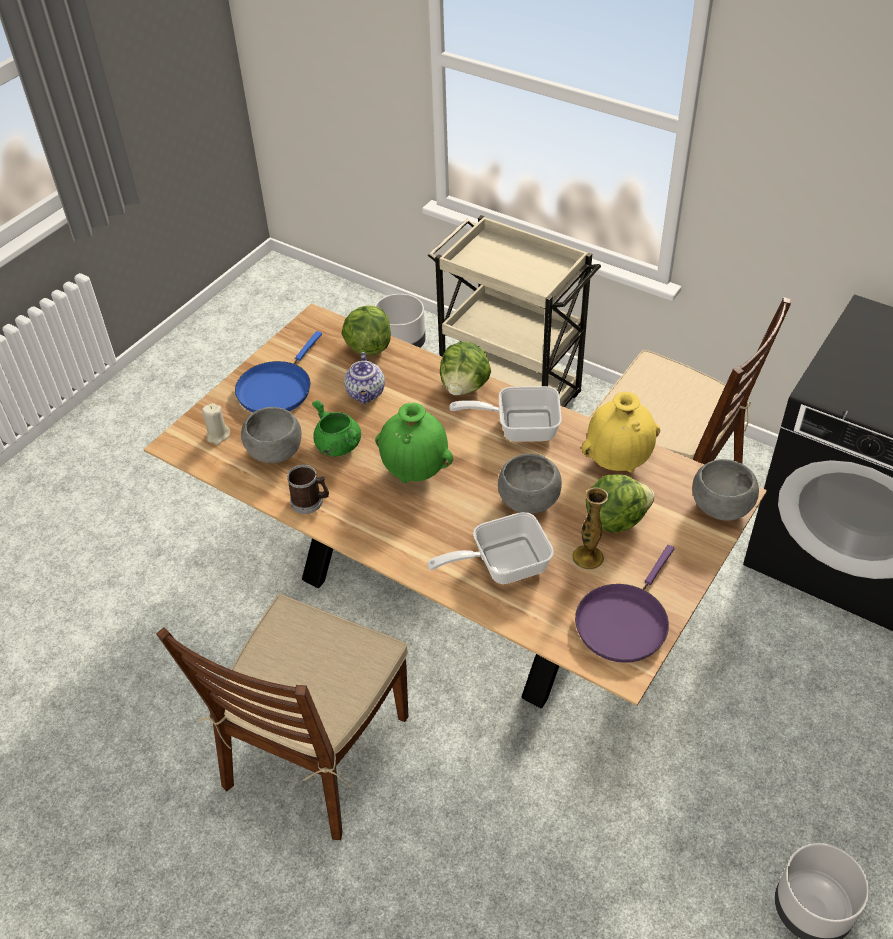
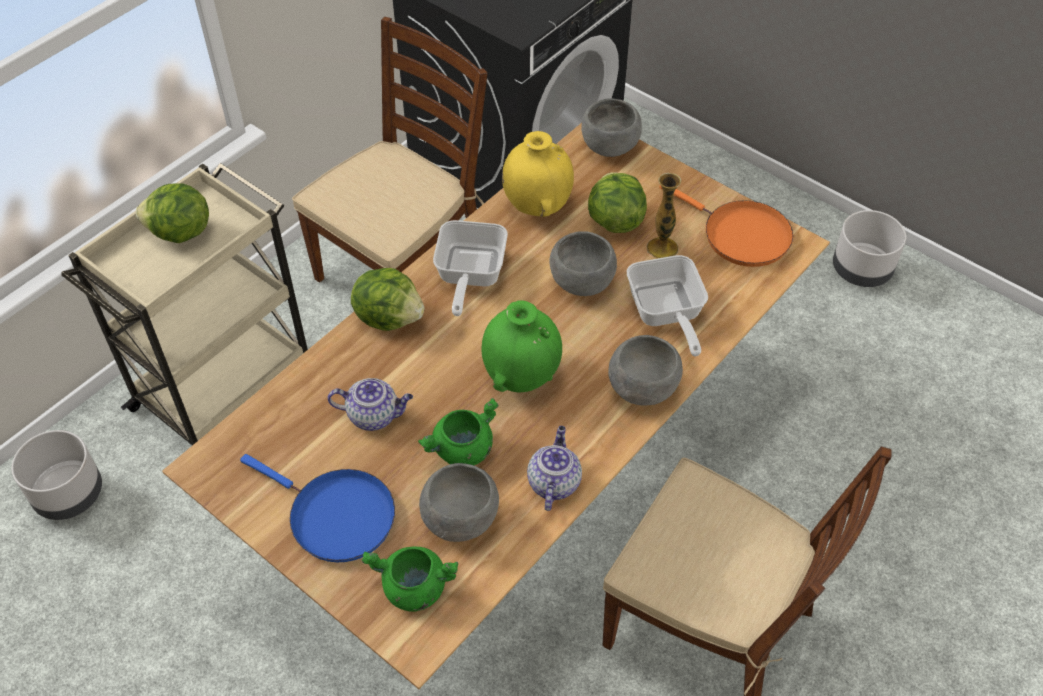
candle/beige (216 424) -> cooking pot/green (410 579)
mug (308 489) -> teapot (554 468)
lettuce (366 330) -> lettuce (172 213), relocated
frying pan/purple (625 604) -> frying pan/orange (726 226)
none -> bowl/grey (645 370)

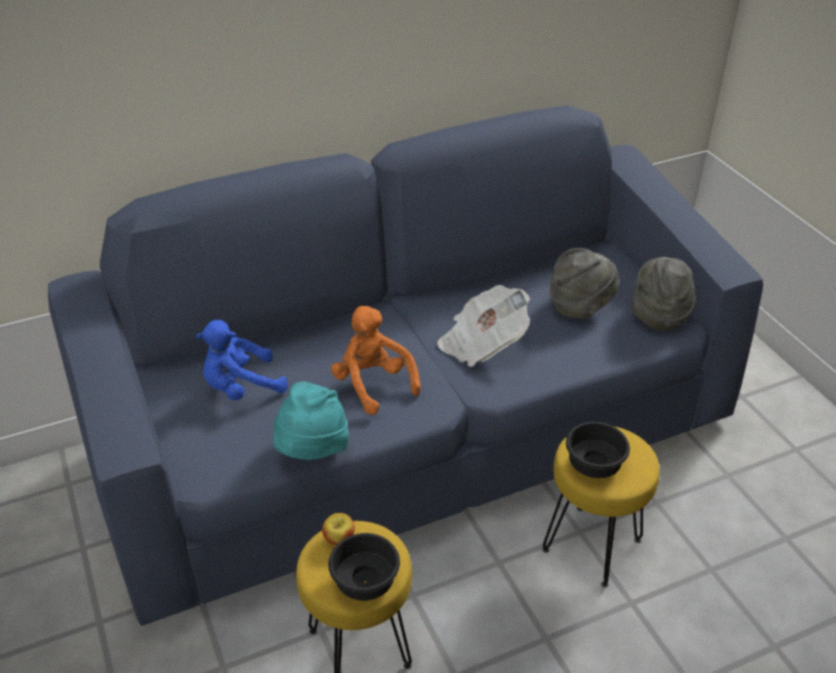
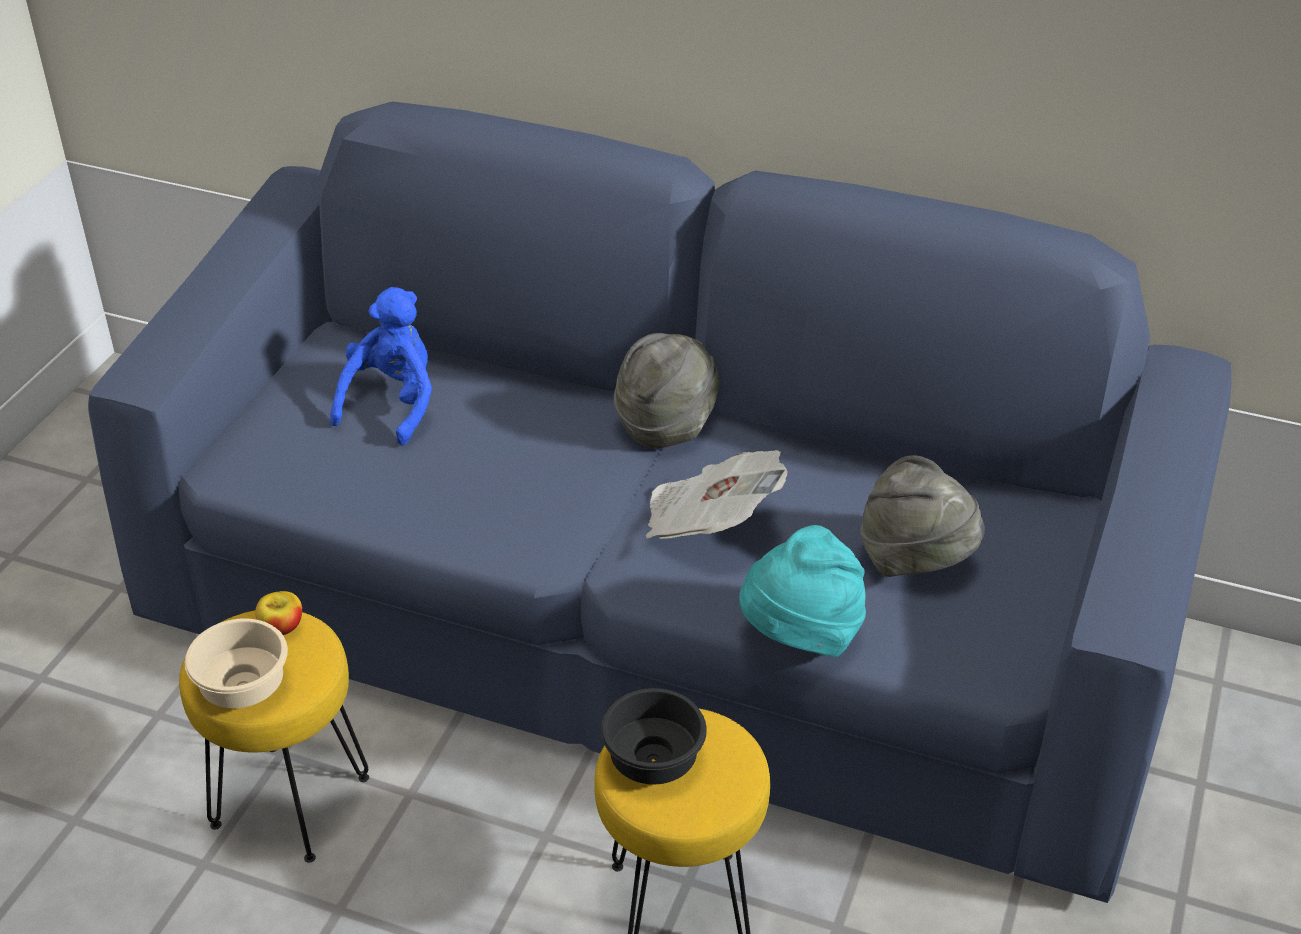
plush toy/blue (242 360) -> plush toy/blue (381 366), 90 degrees clockwise
hat/turquoise (311 421) -> hat/turquoise (802 591), relocated
bowl/black (364 567) -> bowl/beige (236 663)
plush toy/orange (376 360) -> none
hat/grey (664 294) -> hat/grey (666 390), relocated

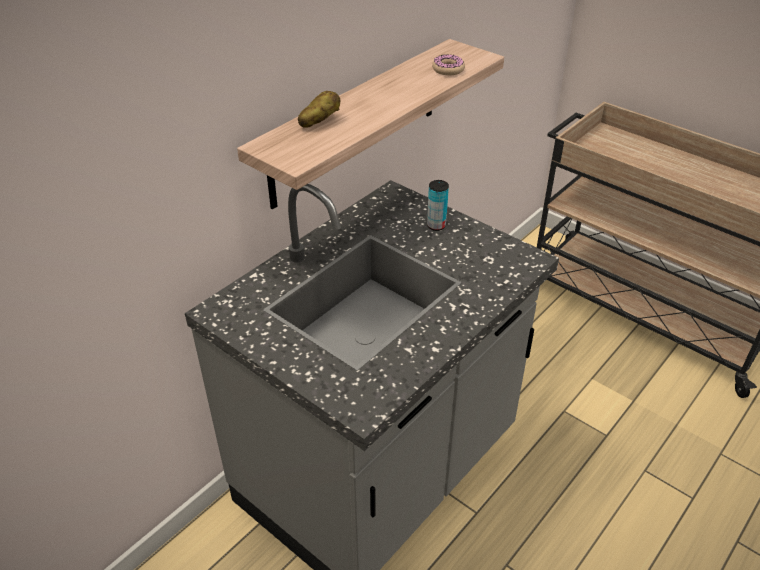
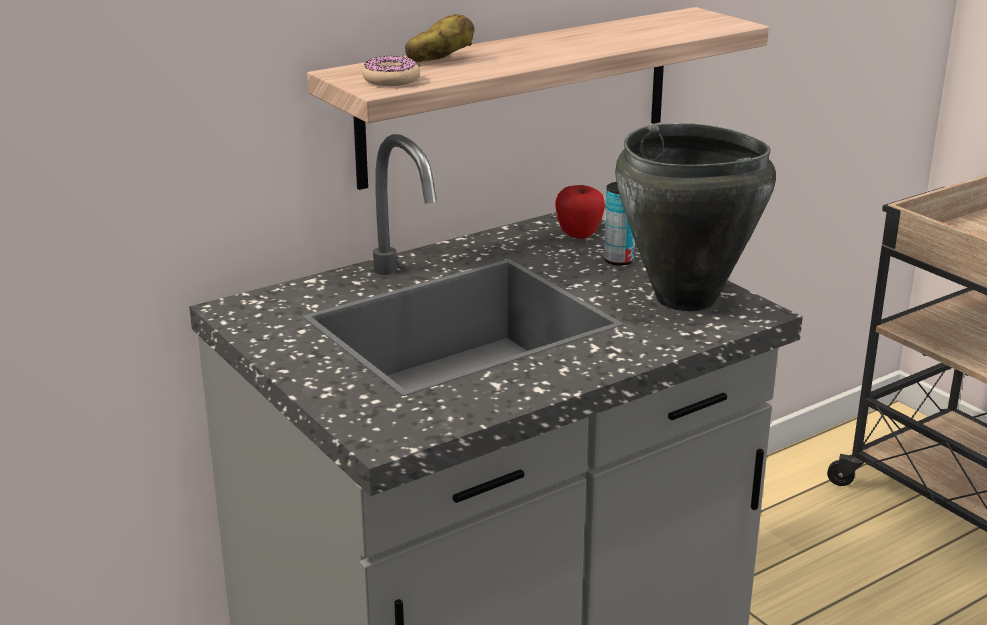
donut (448 65) -> donut (391 70), relocated
none -> apple (580 212)
none -> cooking pot/black (695 217)

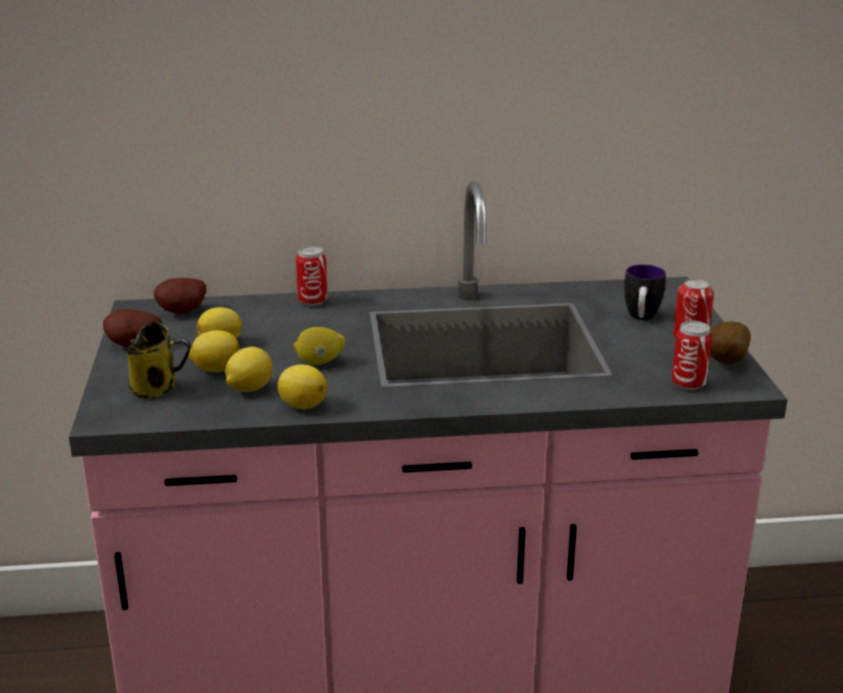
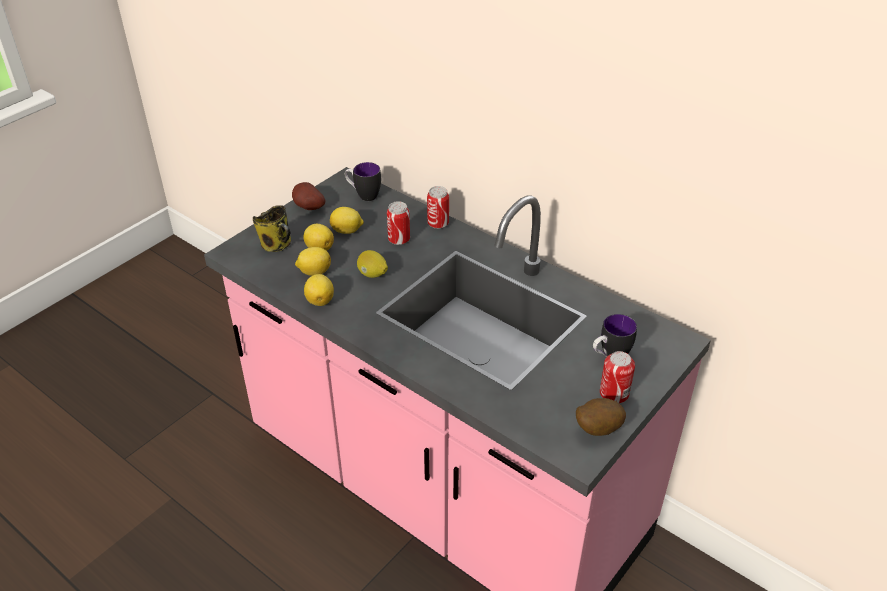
potato (180 296) -> mug (362 181)
can (692 355) -> can (398 223), relocated

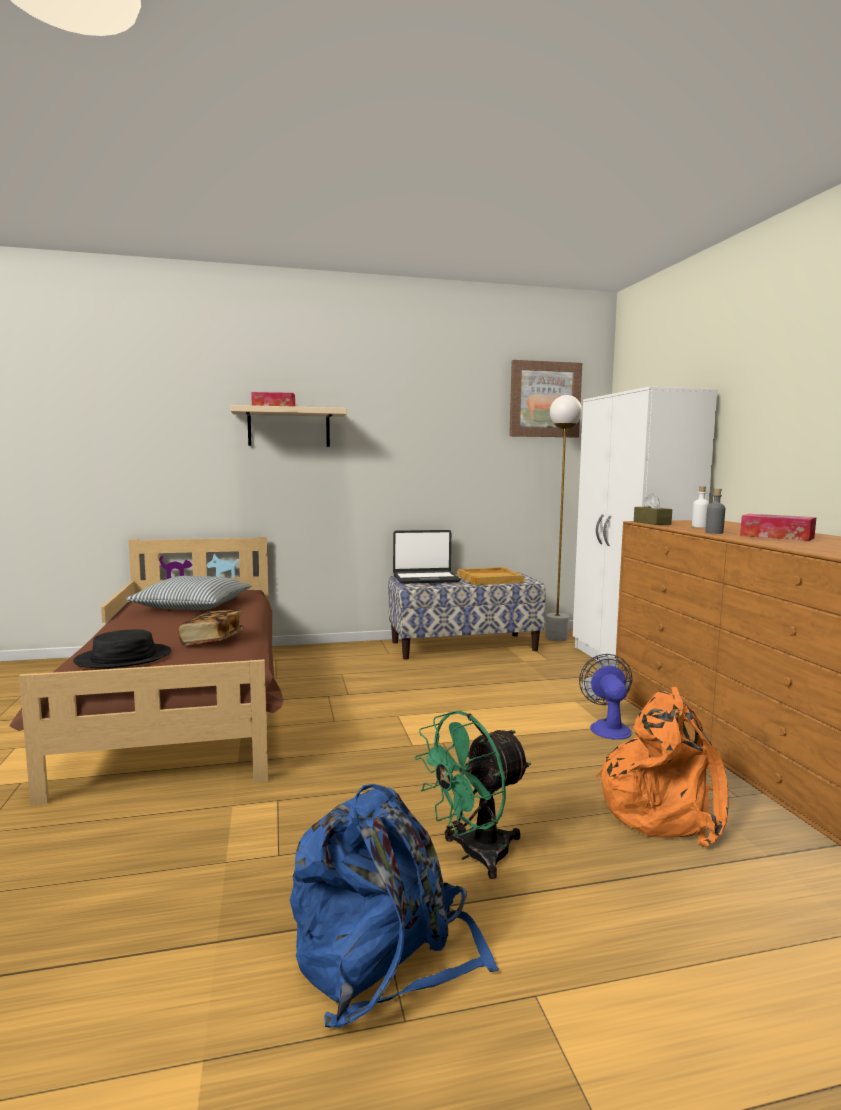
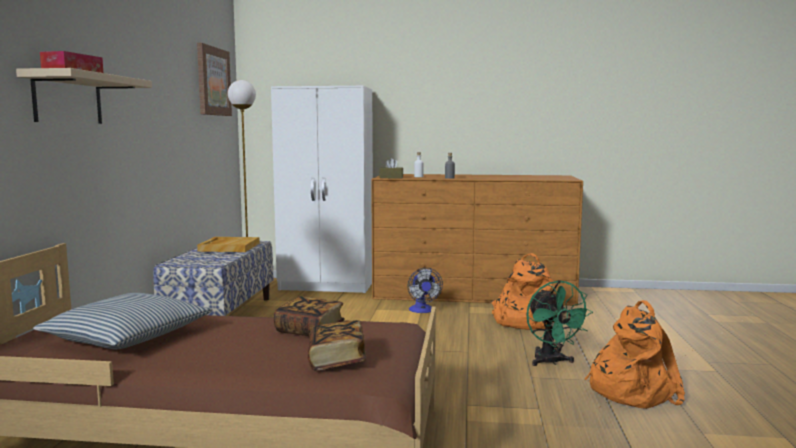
hat/black (122 649) -> book (337 345)
backpack/blue (394 906) -> backpack/orange (635 354)
laptop (427 557) -> none
fan (605 697) -> fan (425 290), 120 degrees counterclockwise
tissue box (778 527) -> none

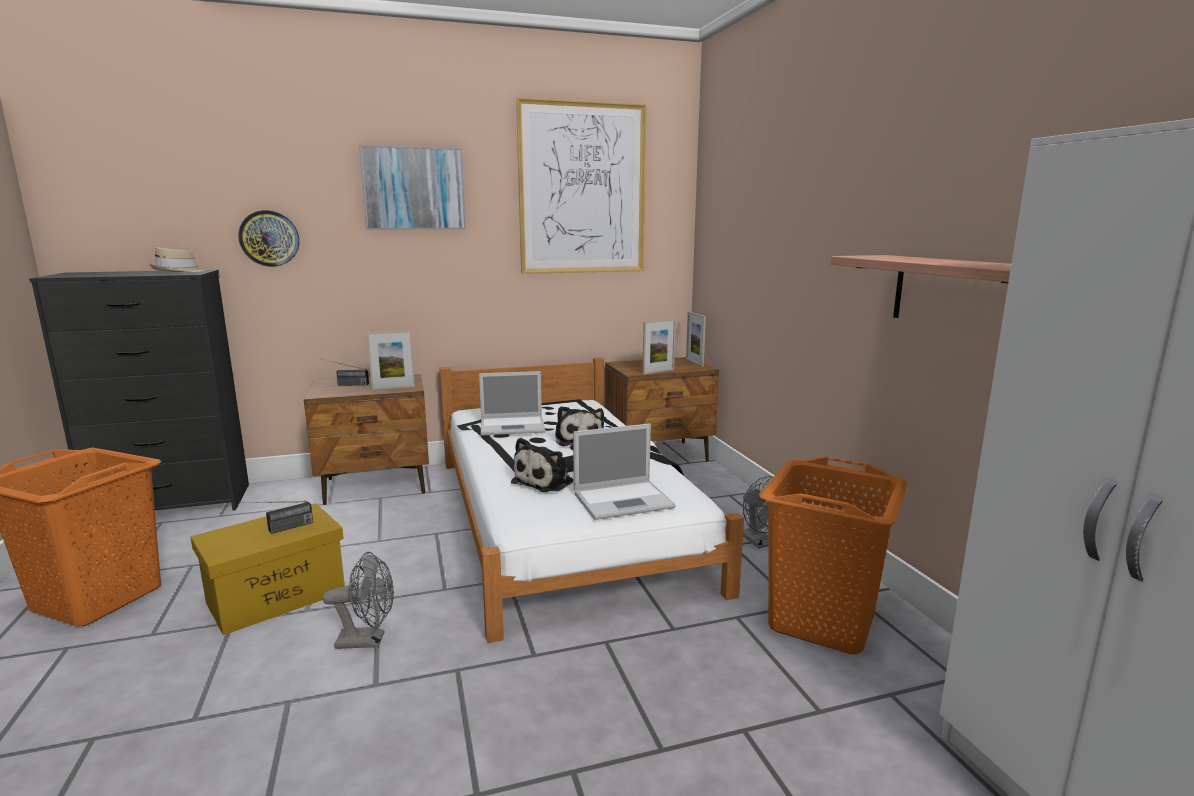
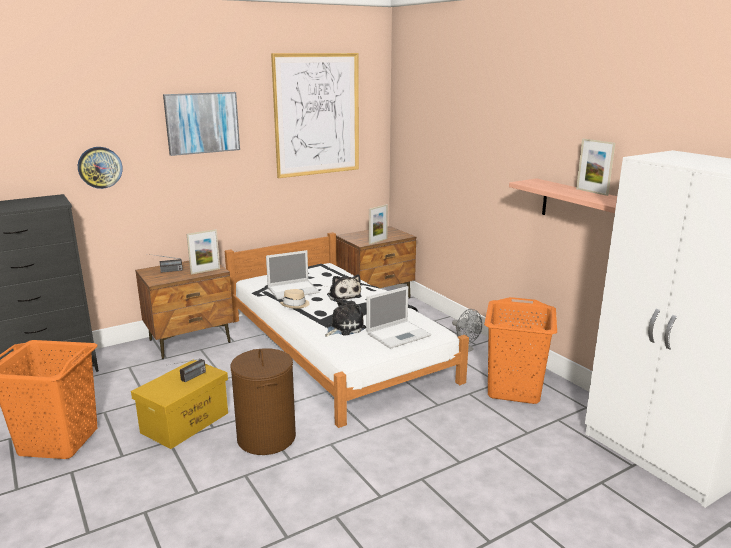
hat/beige (177 259) -> hat/beige (295 299), relocated
fan/grey (358 600) -> laundry basket/brown (263 401)
plush toy (542 465) -> plush toy (345 318), 150 degrees counterclockwise
picture frame (696 339) -> picture frame (596 167), relocated

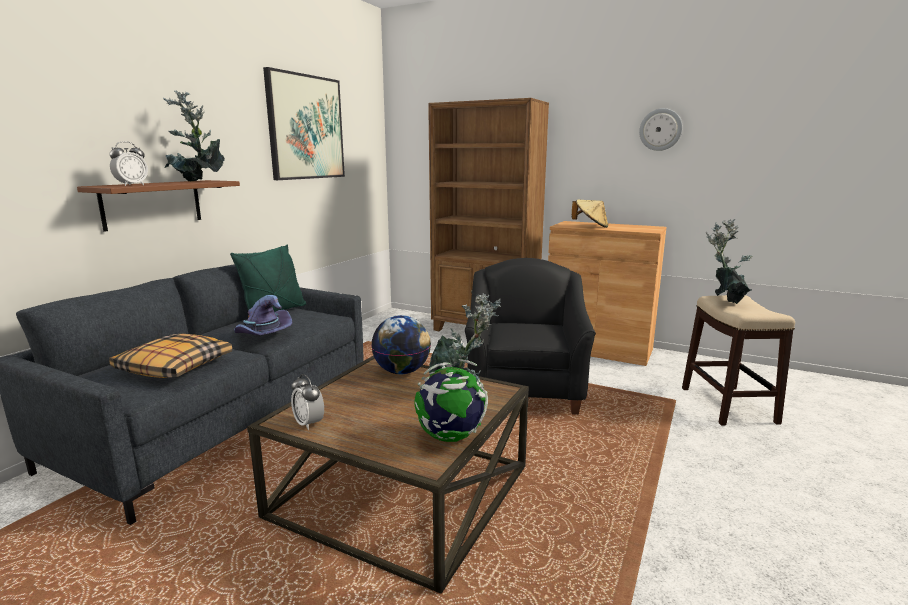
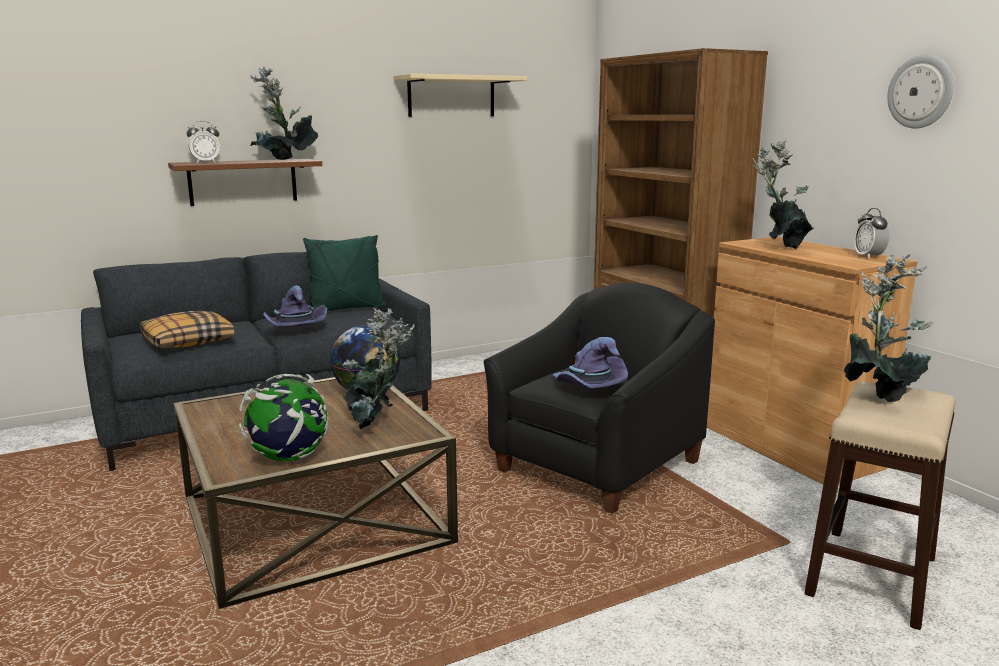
picture (304 123) -> shelf/beige (460 95)
alarm clock (307 402) -> alarm clock (871 233), relocated
hat/beige (590 213) -> potted plant (783 194)
none -> hat/purple (590 362)

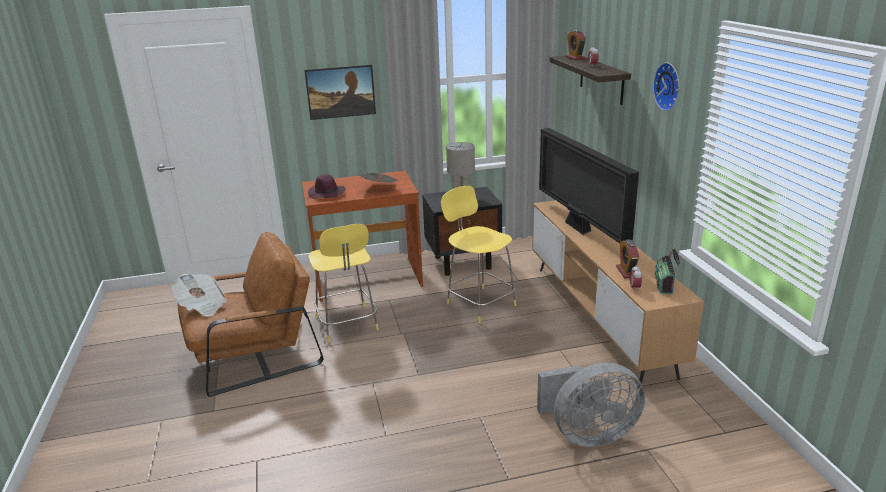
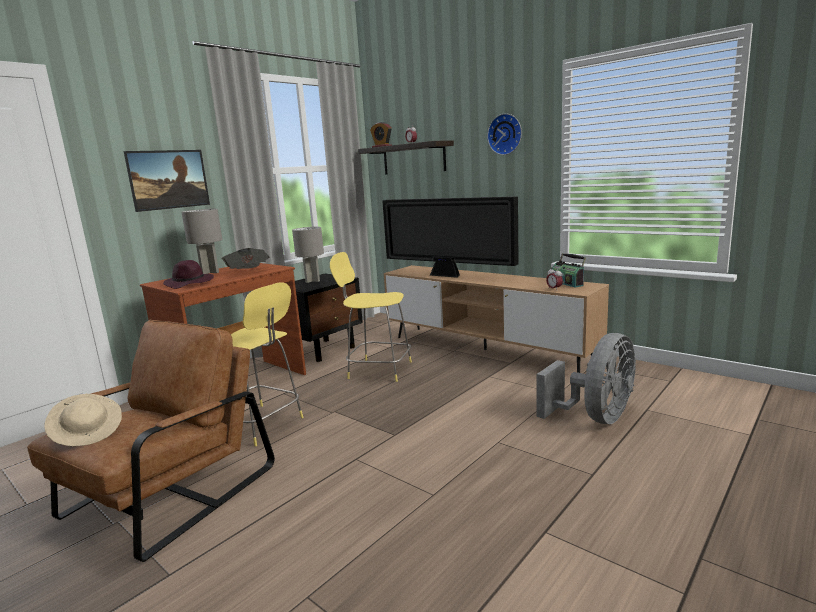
newspaper (199 295) -> hat/beige (83 420)
alarm clock (627 258) -> none
none -> table lamp/grey (201 241)

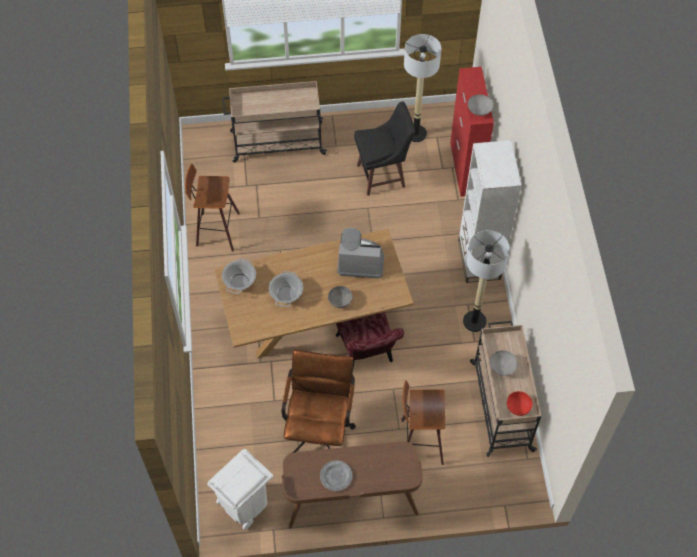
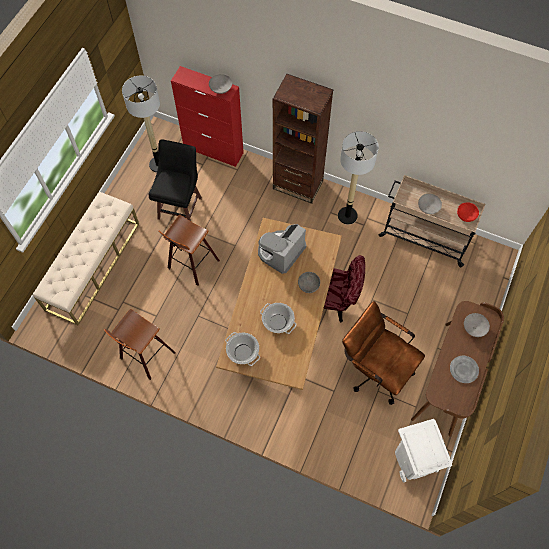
cart/beige (275 122) -> bench/beige (85 258)
stool (423 422) -> stool (189 250), relocated
bookcase/white (490 211) -> bookcase/brown (303 139)
none -> bowl/grey (477 325)

